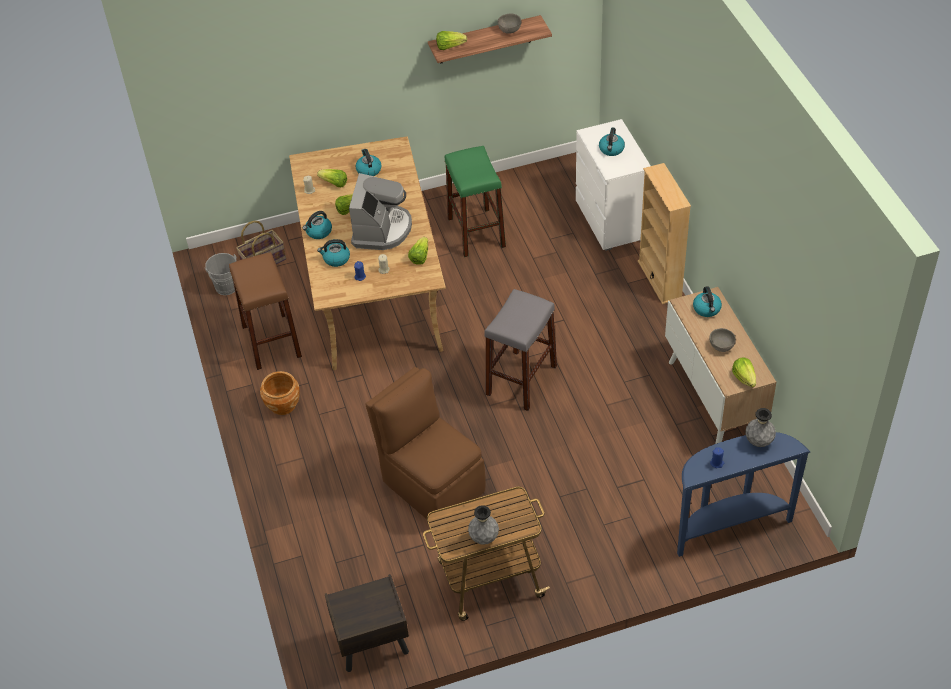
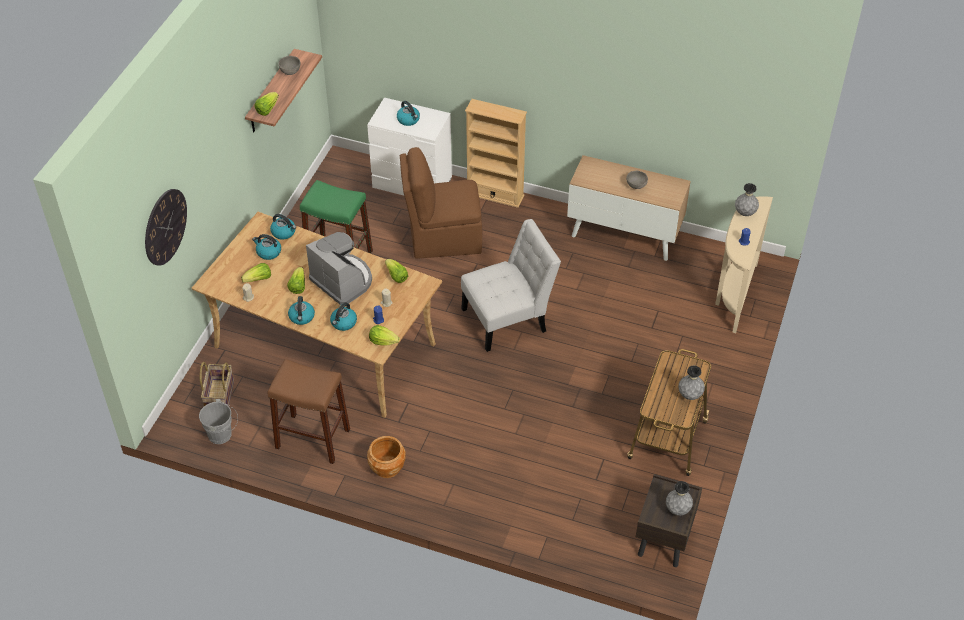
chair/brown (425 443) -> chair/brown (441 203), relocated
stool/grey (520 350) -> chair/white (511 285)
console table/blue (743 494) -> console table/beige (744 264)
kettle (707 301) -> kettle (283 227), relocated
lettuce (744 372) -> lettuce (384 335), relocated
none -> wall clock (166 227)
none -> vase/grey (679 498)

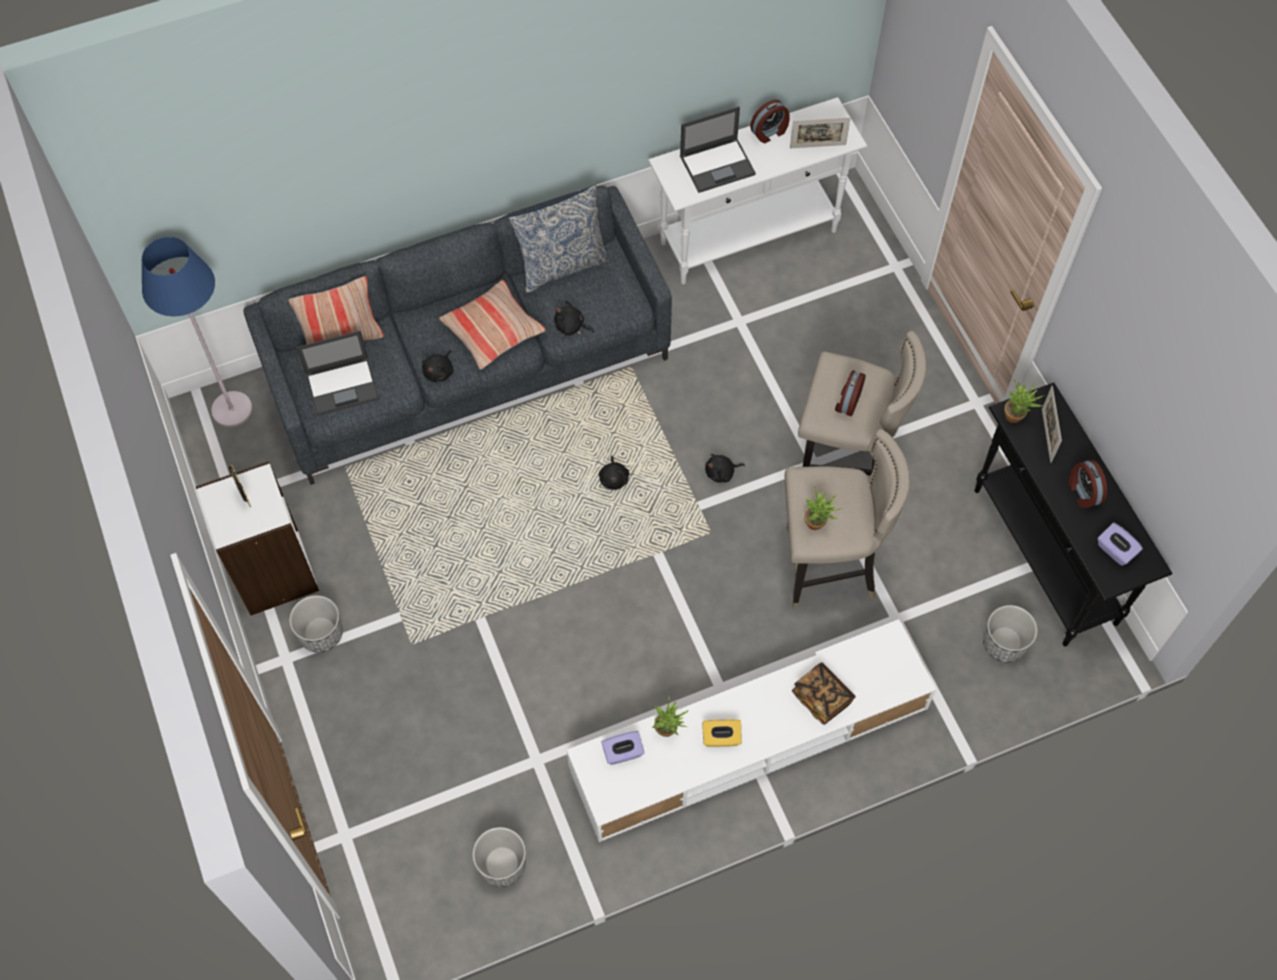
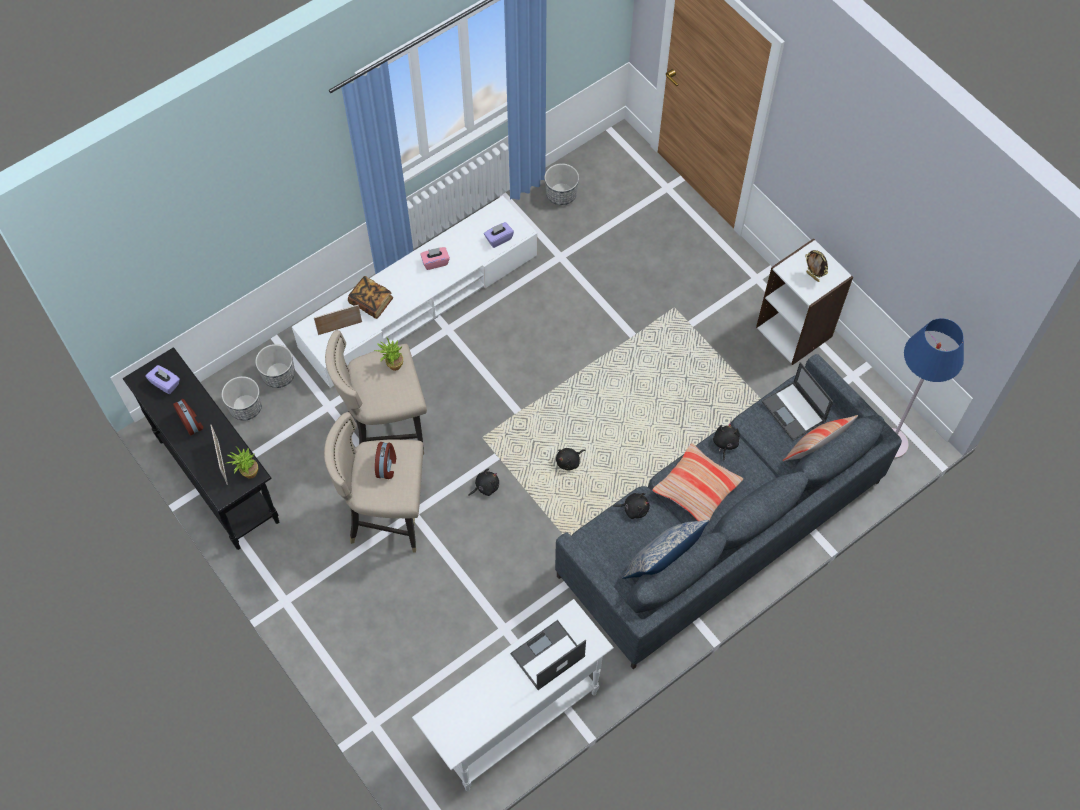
planter (316 624) -> planter (275 366), relocated
laptop (338 373) -> laptop (797 401), 90 degrees counterclockwise
plush toy/black (614 473) -> plush toy/black (570 459), 105 degrees counterclockwise
potted plant (670 716) -> none
tissue box/yellow (722 733) -> tissue box/pink (435 258)
alarm clock (770 121) -> none
picture frame (820 132) -> picture frame (338 320), relocated

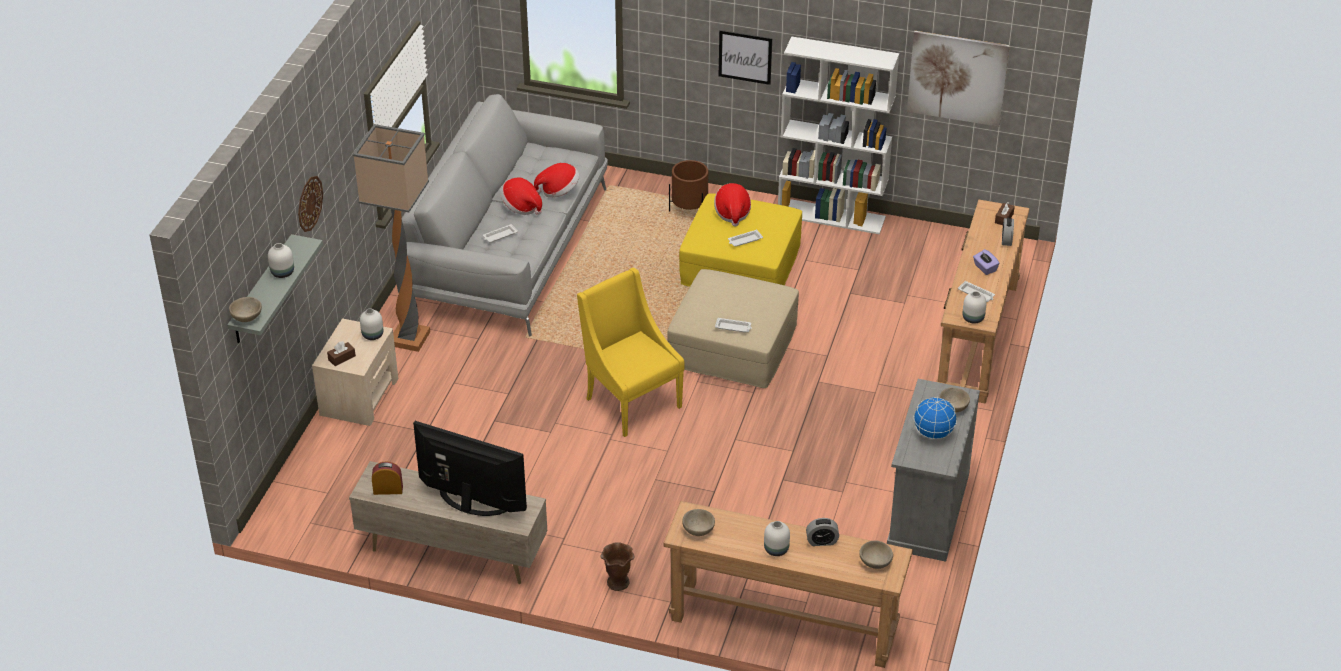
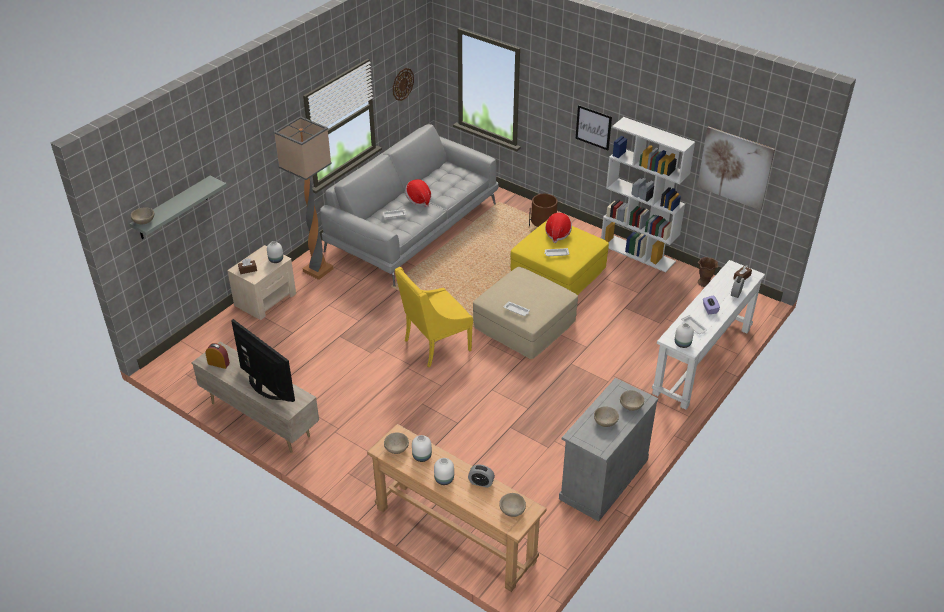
vase/white (281 260) -> vase/white (422 448), relocated
wall clock (310 204) -> wall clock (403 84), relocated
hat (557 180) -> none
armchair/yellow (631 352) -> armchair/yellow (434 317), 105 degrees counterclockwise
vase/brown (617 566) -> vase/brown (708 272), relocated
globe (935 418) -> bowl/beige (606 416)
console table/brown (983 302) -> console table/white (708 335)

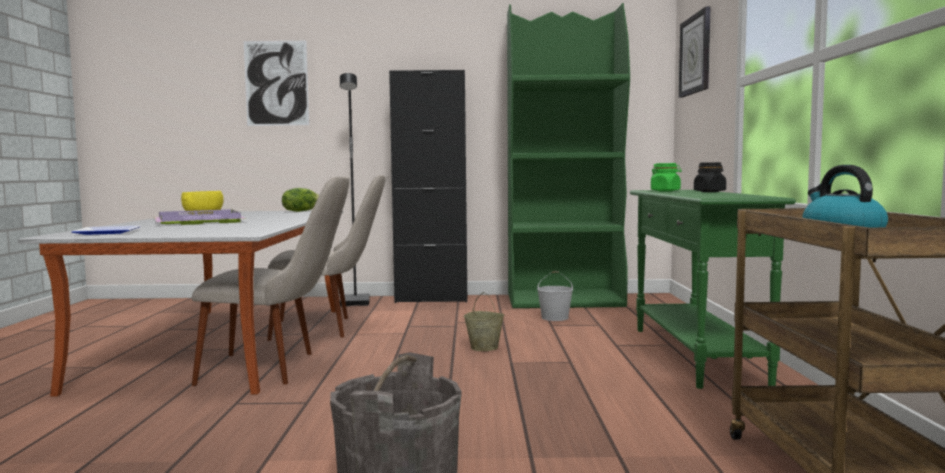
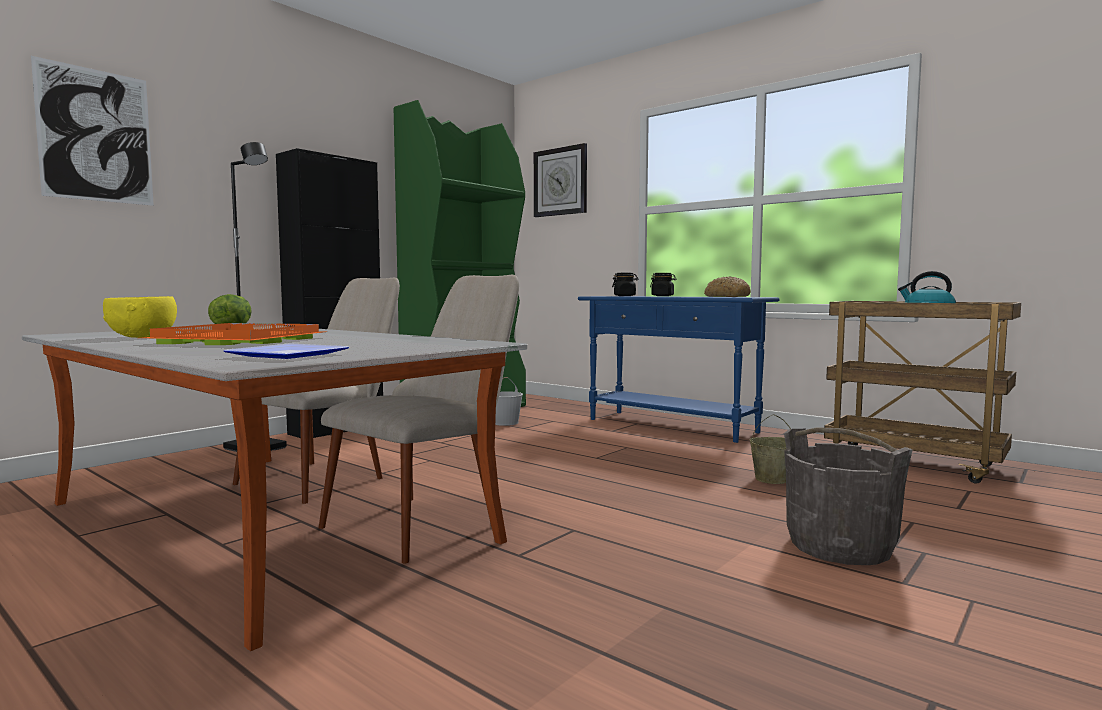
tray/purple (200 217) -> tray/orange (233 334)
bucket/beige (484 321) -> bucket/beige (770 449), relocated
console table/green (713 289) -> console table/blue (678 369)
jar/green (666 177) -> jar/black (625 284)
none -> bread (727 286)

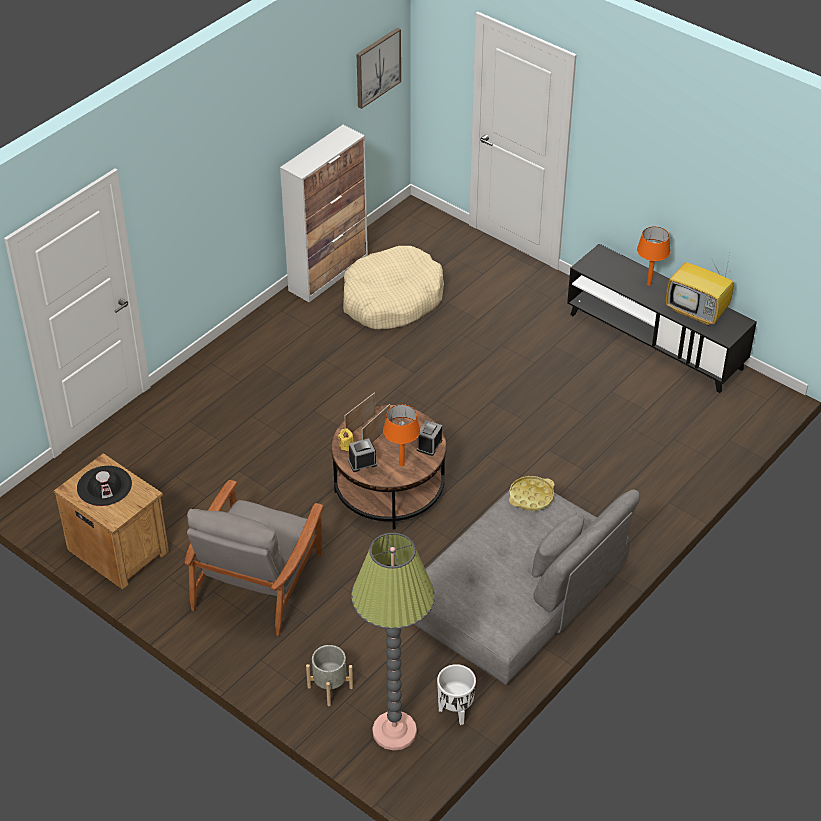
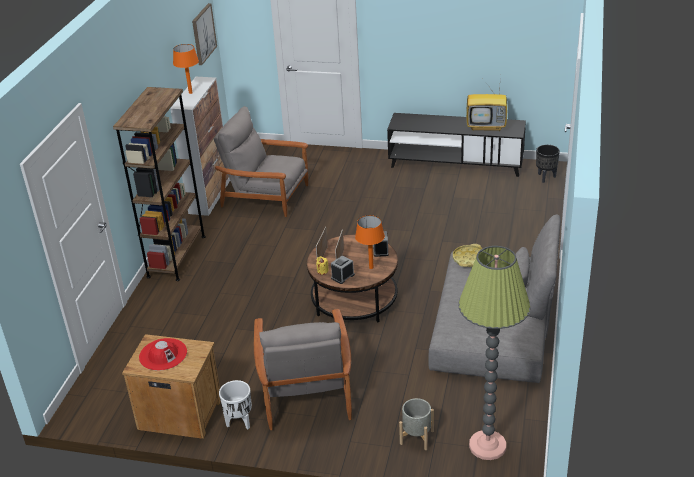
hat/black (104 486) -> hat/red (163 354)
dog bed/beige (393 287) -> armchair/grey (261 162)
planter/white (456 694) -> planter/white (235 404), relocated
table lamp/orange (653 256) -> table lamp/orange (186 69), relocated
none -> bookcase/brown (159 184)
none -> planter/black (548 164)

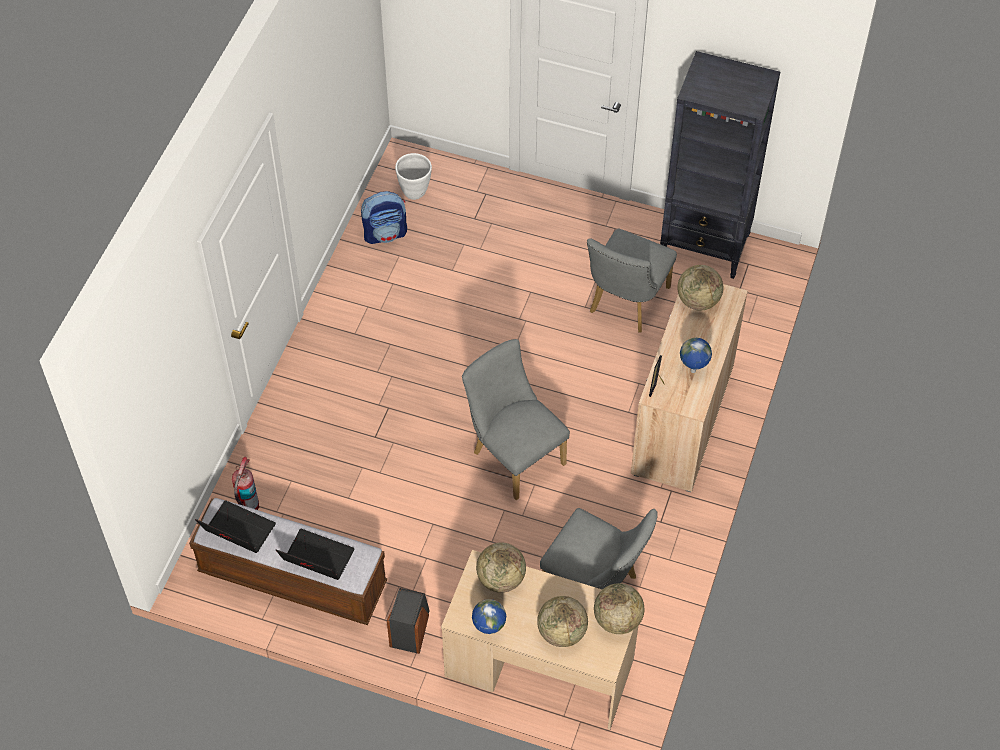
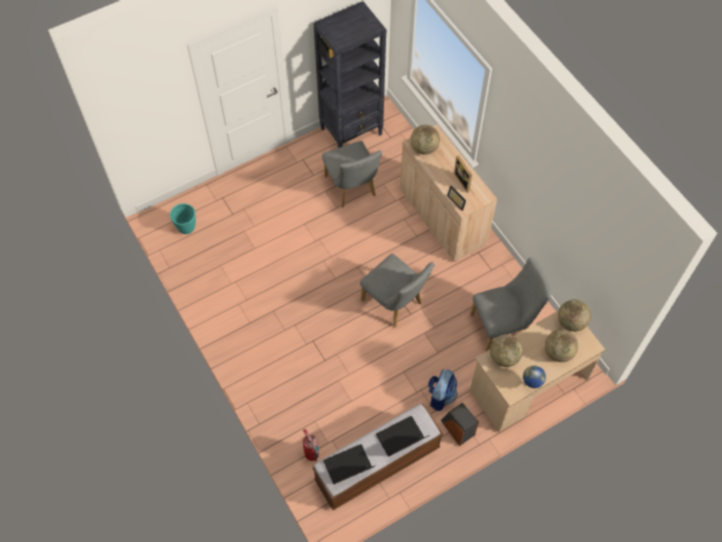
backpack (384 217) -> backpack (442 390), relocated
planter/white (413 176) -> planter/turquoise (183 218)
chair/grey (516 419) -> chair/grey (397 290), 135 degrees counterclockwise
globe (696 355) -> picture frame (463 174)

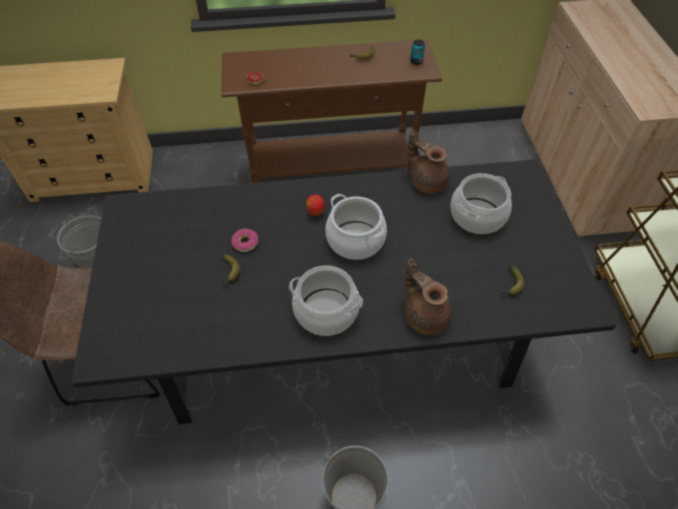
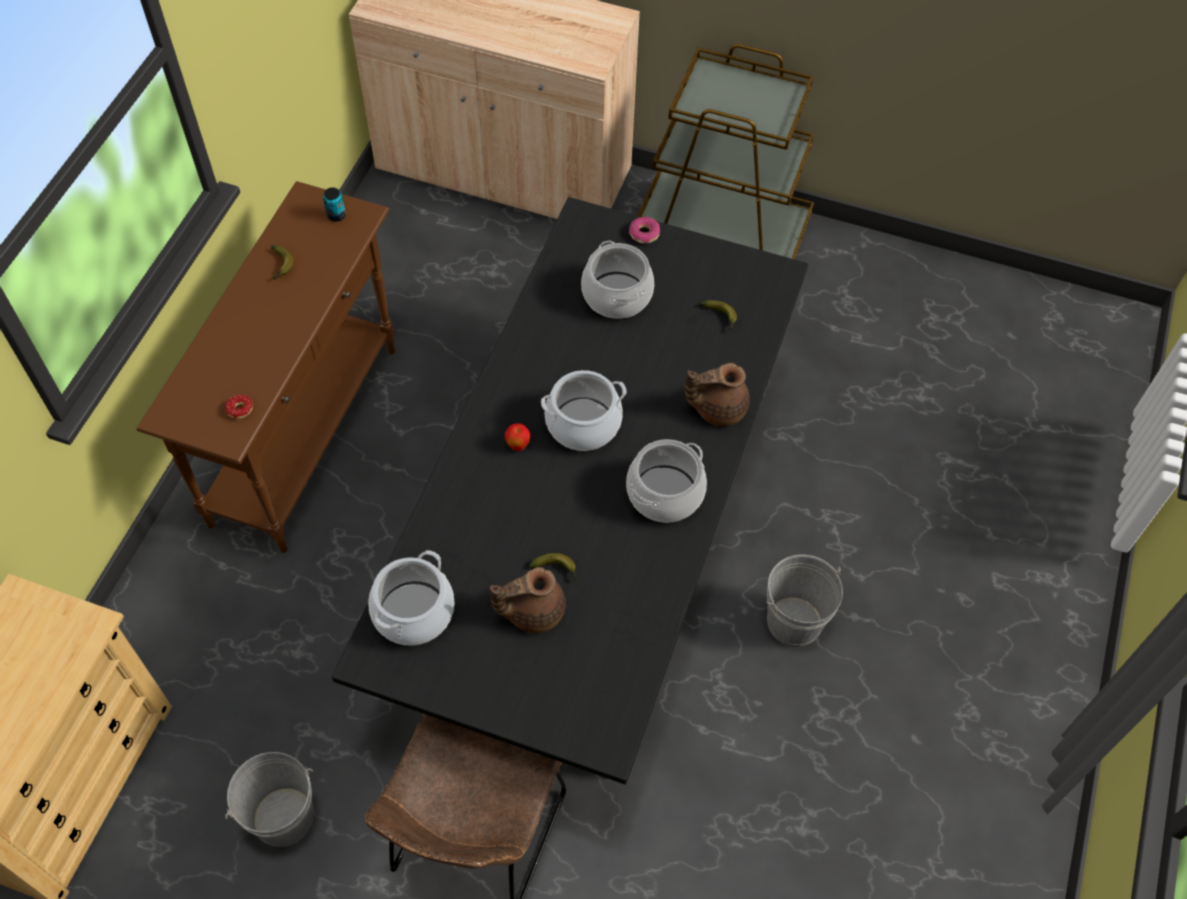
donut (244 240) -> donut (644 230), relocated
teapot/brown (429 161) -> teapot/brown (528 600), relocated
none -> cooking pot (411 598)

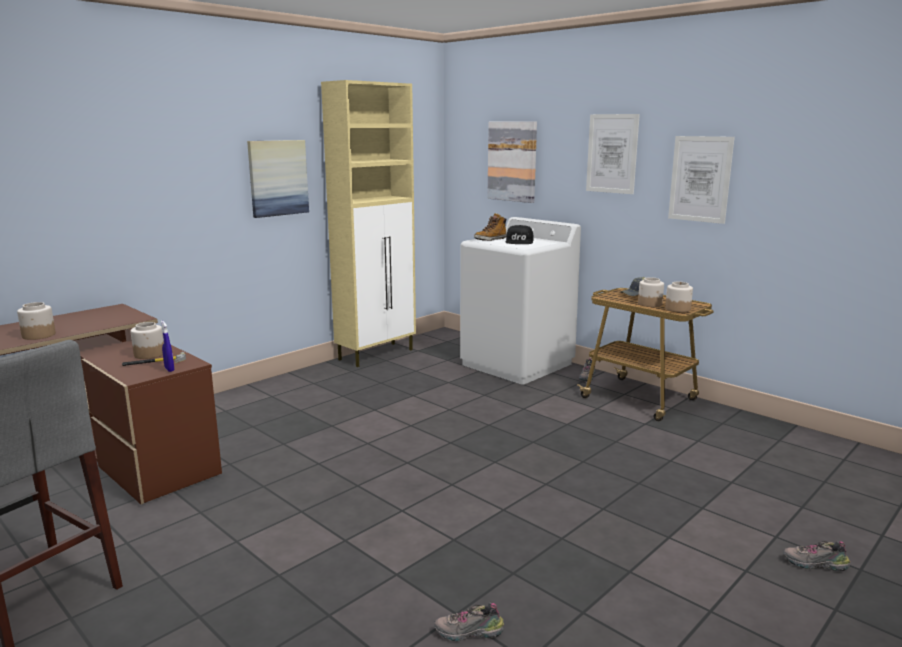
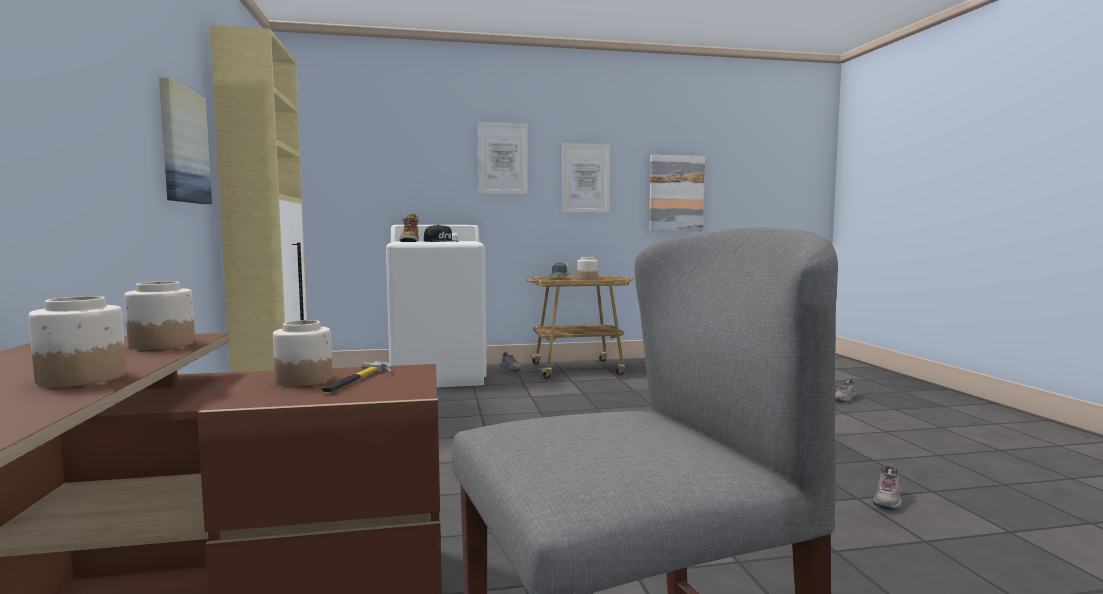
spray bottle/blue (167 346) -> none
picture (512 162) -> picture (677 193), relocated
jar (679 297) -> jar (159 315), relocated

